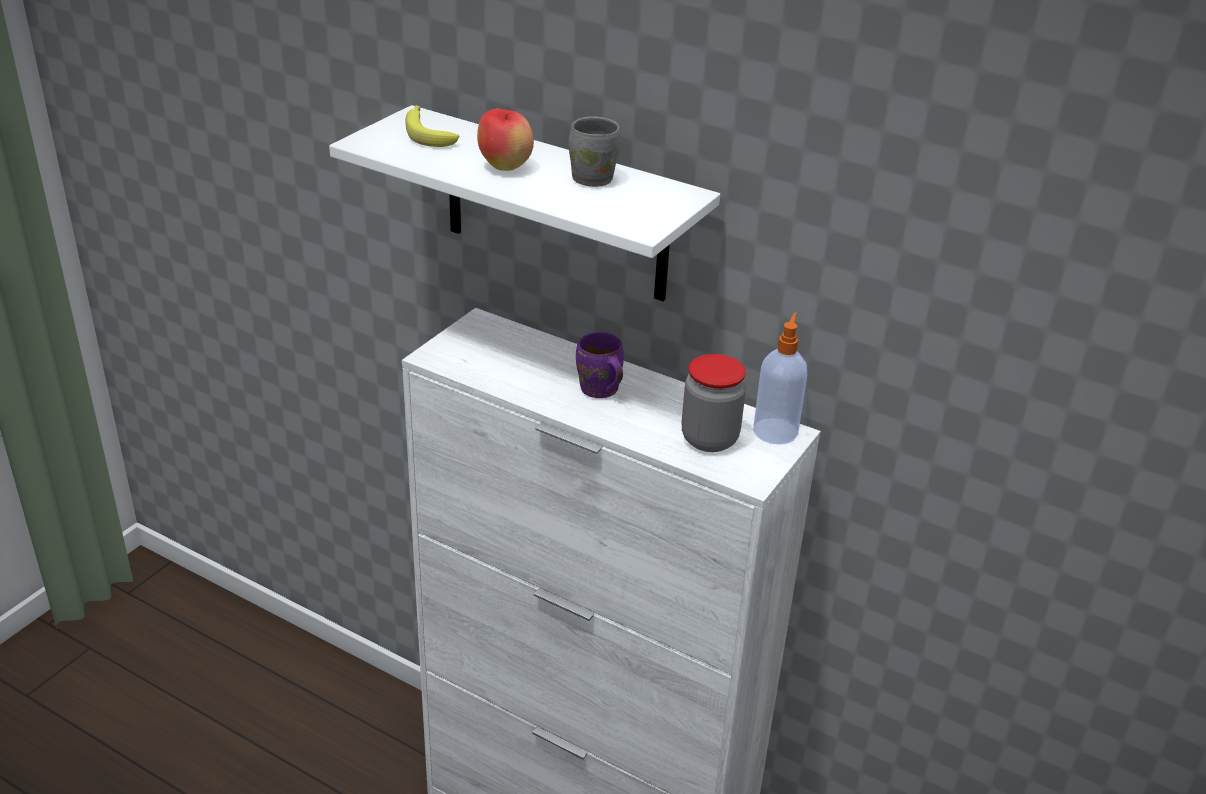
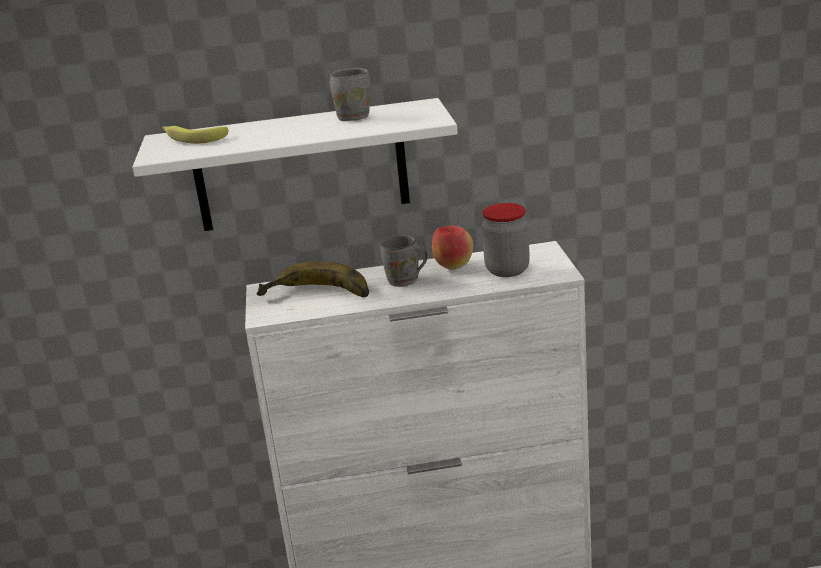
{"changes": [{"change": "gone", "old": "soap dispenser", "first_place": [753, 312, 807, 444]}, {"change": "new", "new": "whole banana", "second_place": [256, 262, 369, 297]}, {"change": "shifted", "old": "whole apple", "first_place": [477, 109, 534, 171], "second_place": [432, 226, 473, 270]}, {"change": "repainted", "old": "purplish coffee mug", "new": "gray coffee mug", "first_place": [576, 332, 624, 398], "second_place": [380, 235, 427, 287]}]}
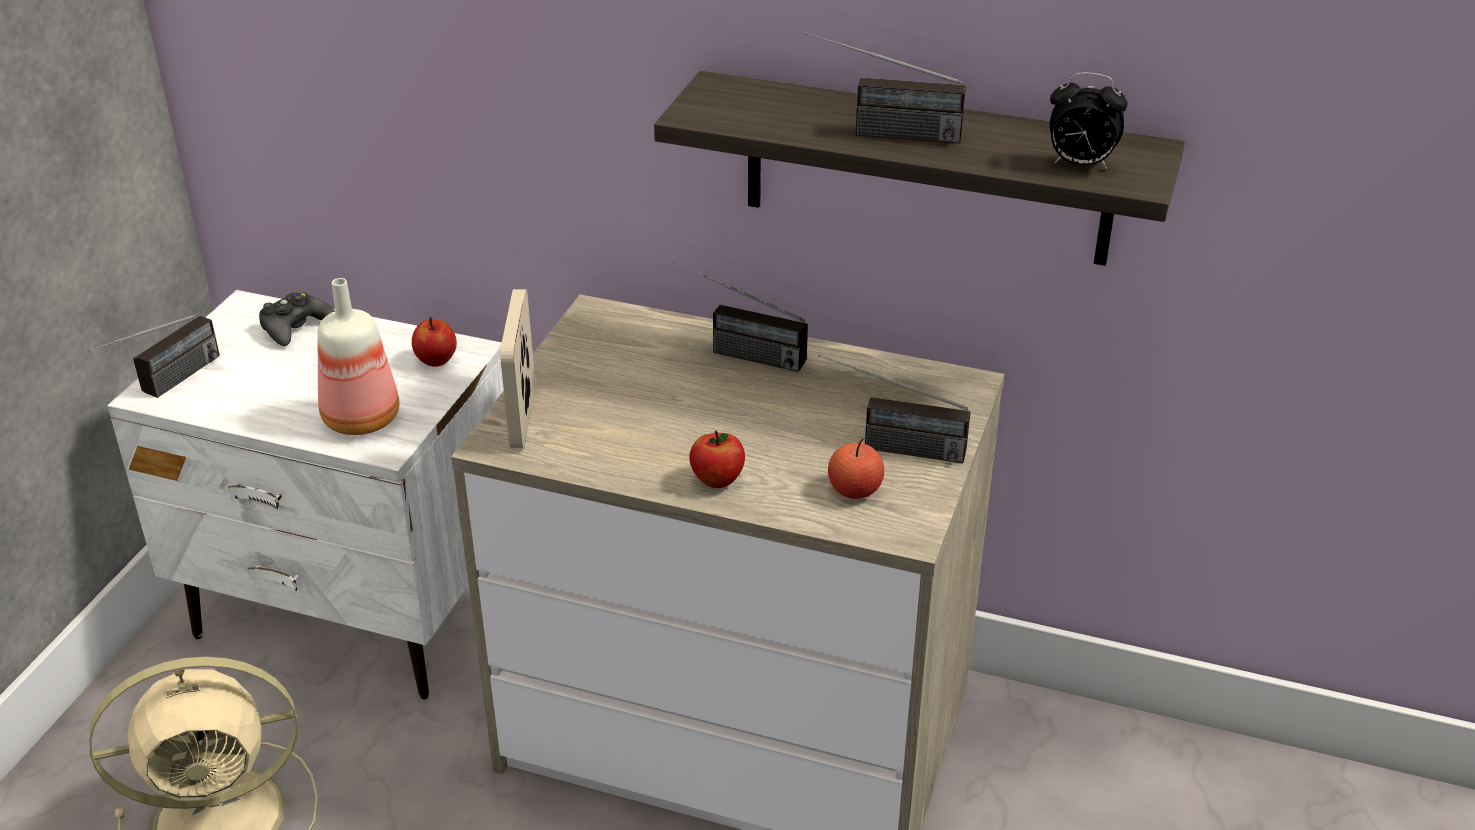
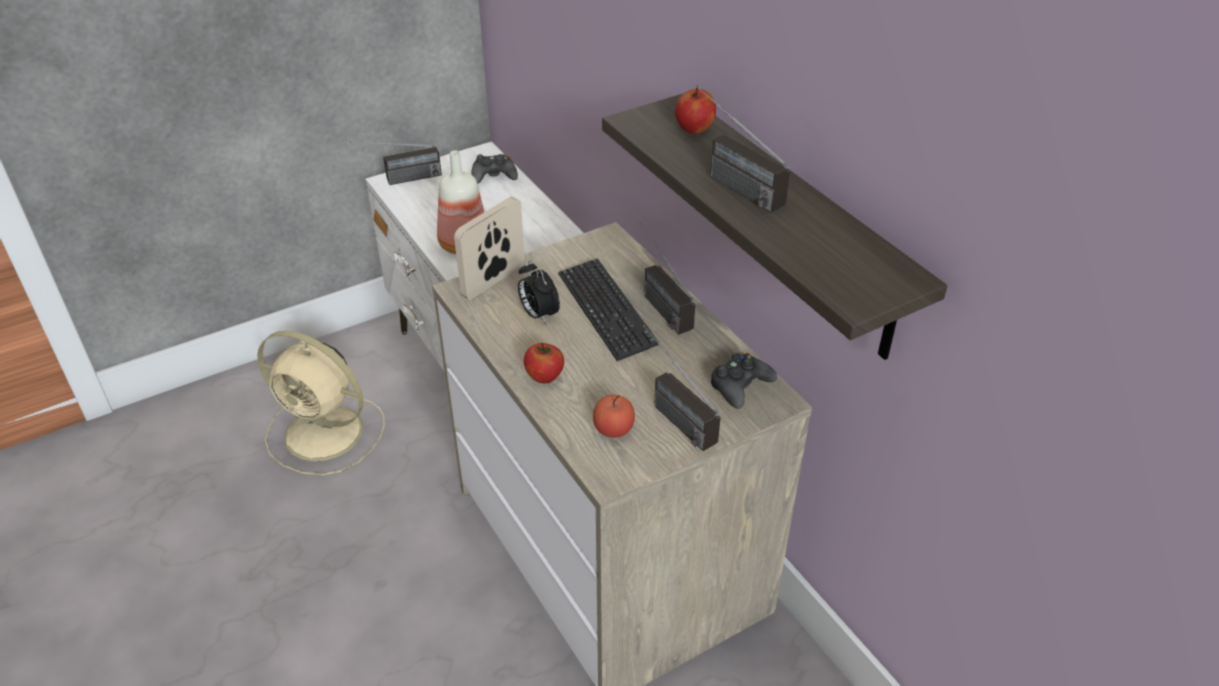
{"changes": [{"change": "new", "new": "PC keyboard", "second_place": [558, 258, 659, 361]}, {"change": "new", "new": "blackish joypad", "second_place": [710, 352, 777, 409]}, {"change": "shifted", "old": "whole apple", "first_place": [412, 317, 457, 367], "second_place": [675, 85, 716, 134]}, {"change": "shifted", "old": "table clock", "first_place": [1050, 72, 1128, 169], "second_place": [518, 260, 560, 324]}]}
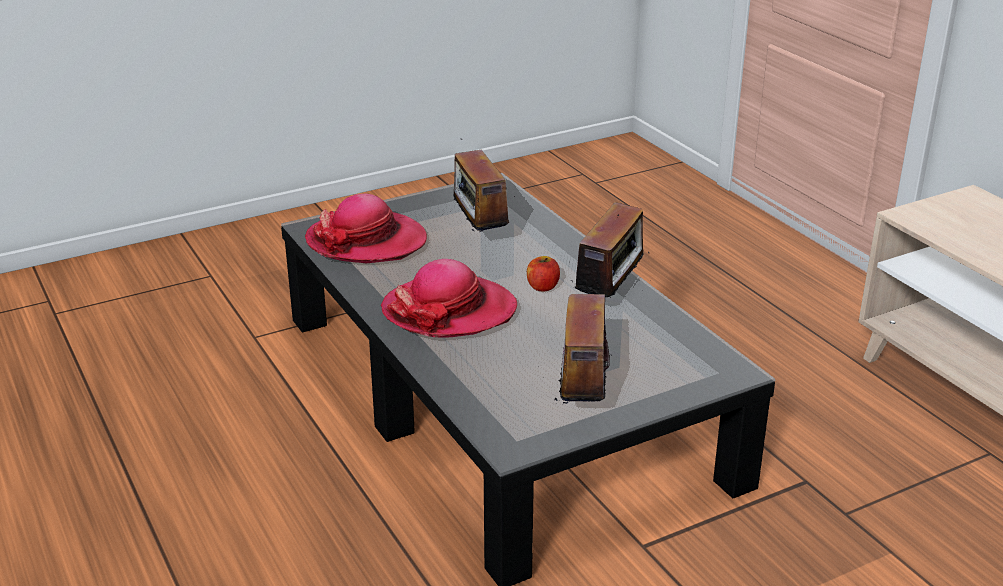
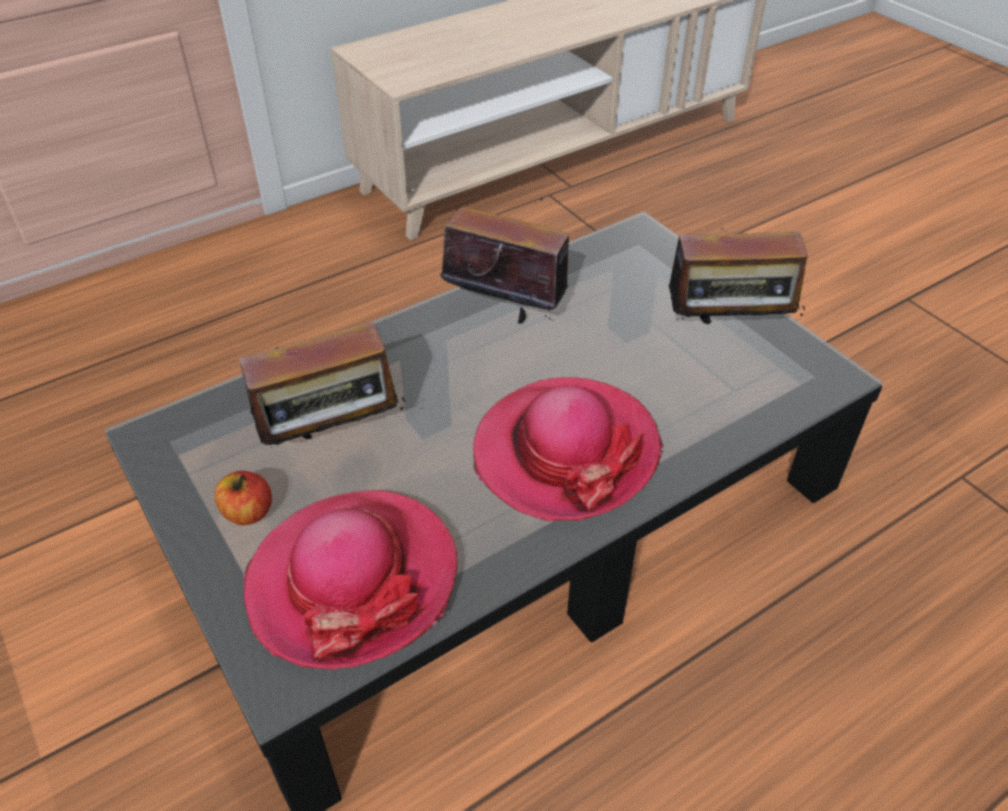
{"changes": [{"change": "shifted", "old": "whole apple", "first_place": [527, 256, 560, 291], "second_place": [214, 471, 272, 525]}]}
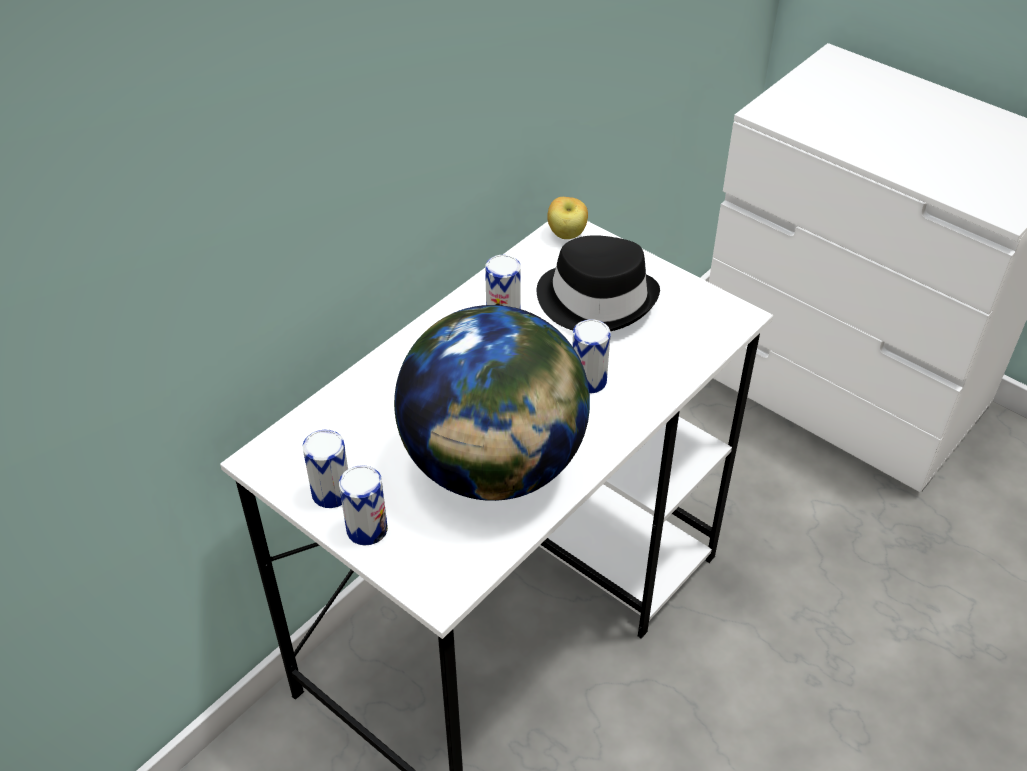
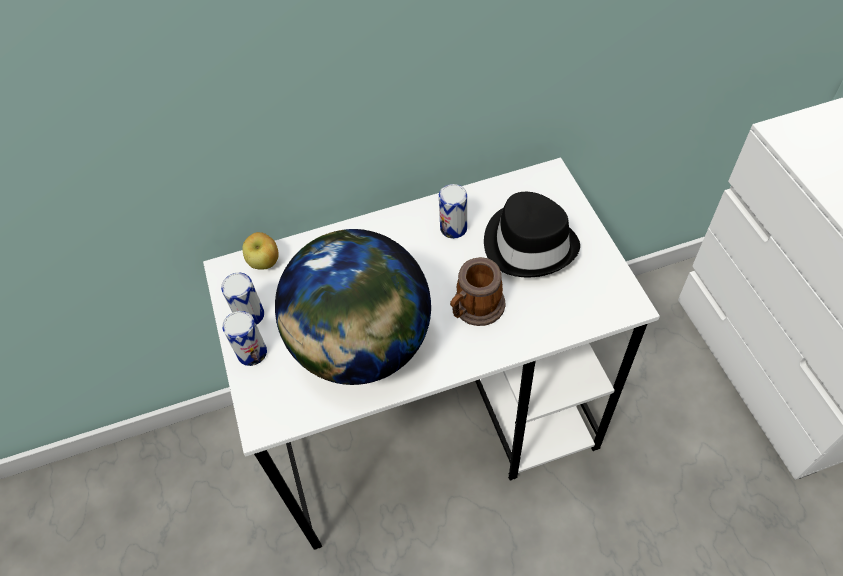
{"changes": [{"change": "shifted", "old": "whole apple", "first_place": [547, 197, 588, 239], "second_place": [242, 232, 279, 269]}, {"change": "swapped", "old": "sealed can", "new": "coffee mug", "first_place": [572, 319, 611, 394], "second_place": [450, 257, 505, 326]}]}
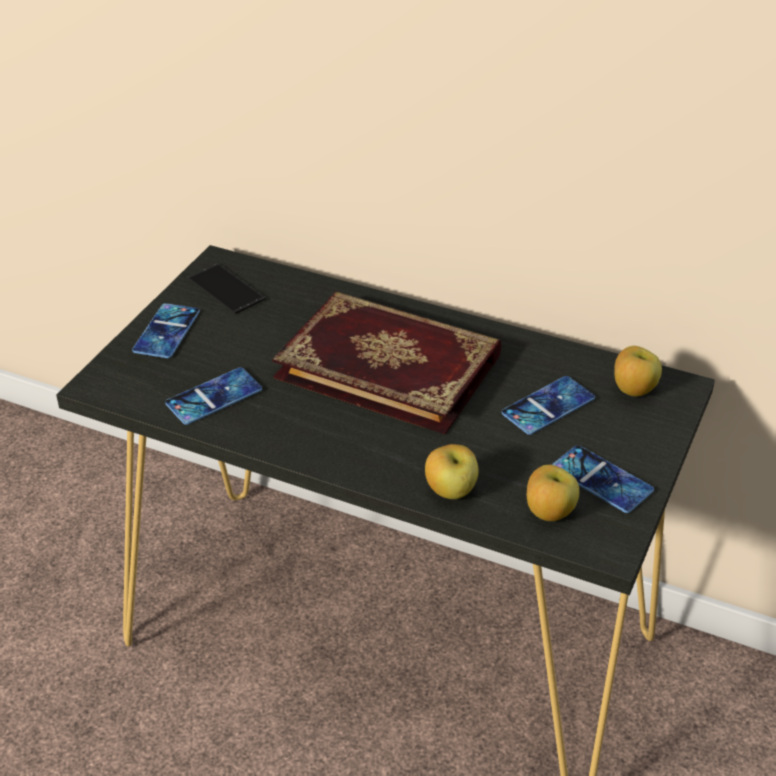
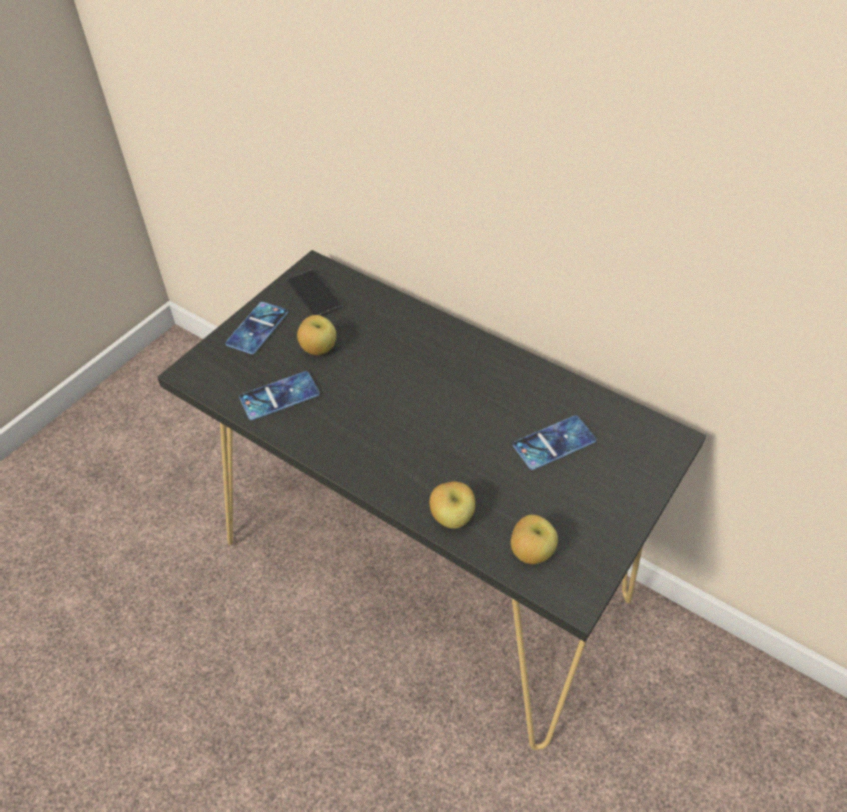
{"changes": [{"change": "gone", "old": "volume", "first_place": [272, 292, 501, 435]}, {"change": "gone", "old": "telephone", "first_place": [552, 445, 654, 513]}, {"change": "shifted", "old": "whole apple", "first_place": [614, 346, 662, 396], "second_place": [297, 315, 336, 355]}]}
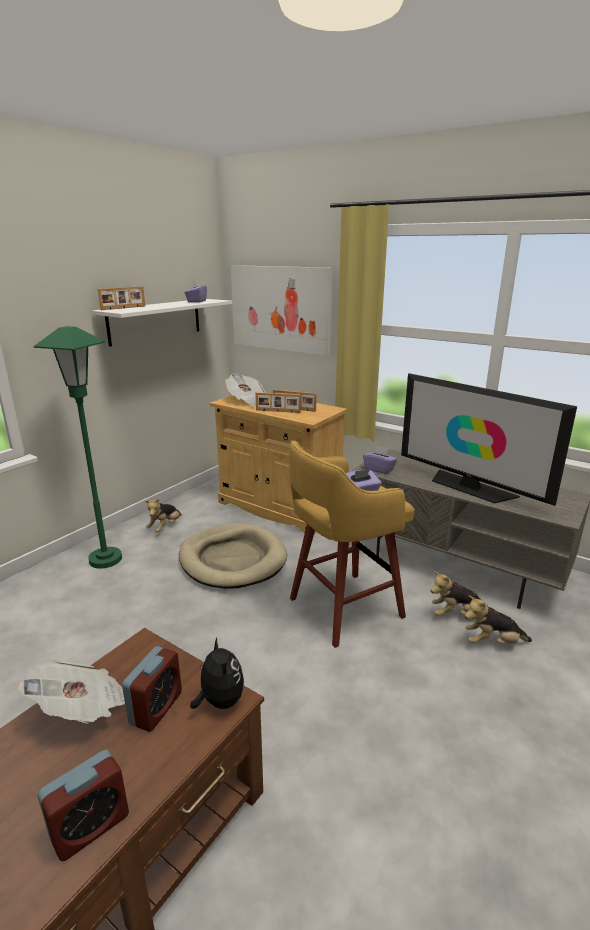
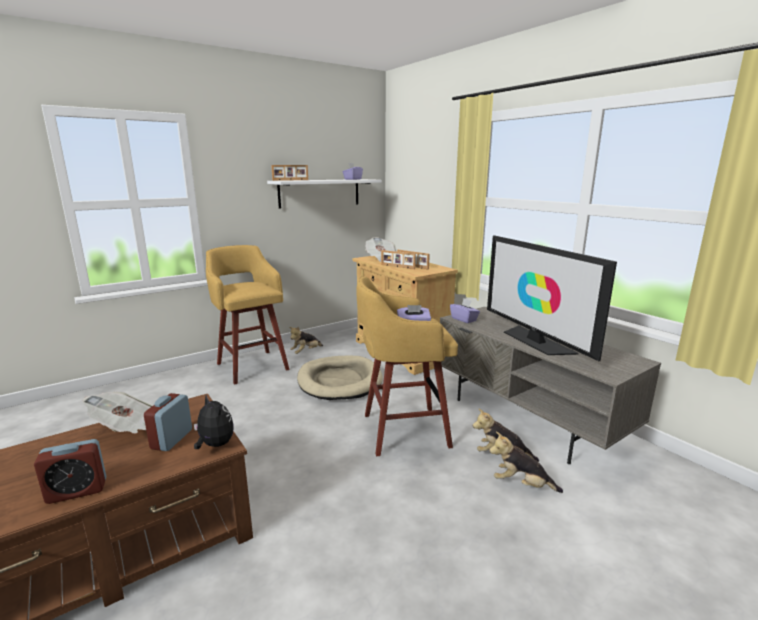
{"changes": [{"change": "gone", "old": "wall art", "first_place": [231, 265, 333, 356]}, {"change": "swapped", "old": "green-coloured standard lamp", "new": "yellow sitting stool", "first_place": [34, 326, 122, 569], "second_place": [206, 245, 290, 385]}, {"change": "rotated", "old": "table clock", "first_place": [122, 646, 182, 732], "second_place": [144, 393, 192, 451], "degrees": 150}, {"change": "rotated", "old": "cuddly toy", "first_place": [190, 637, 244, 709], "second_place": [194, 395, 234, 449], "degrees": -45}]}
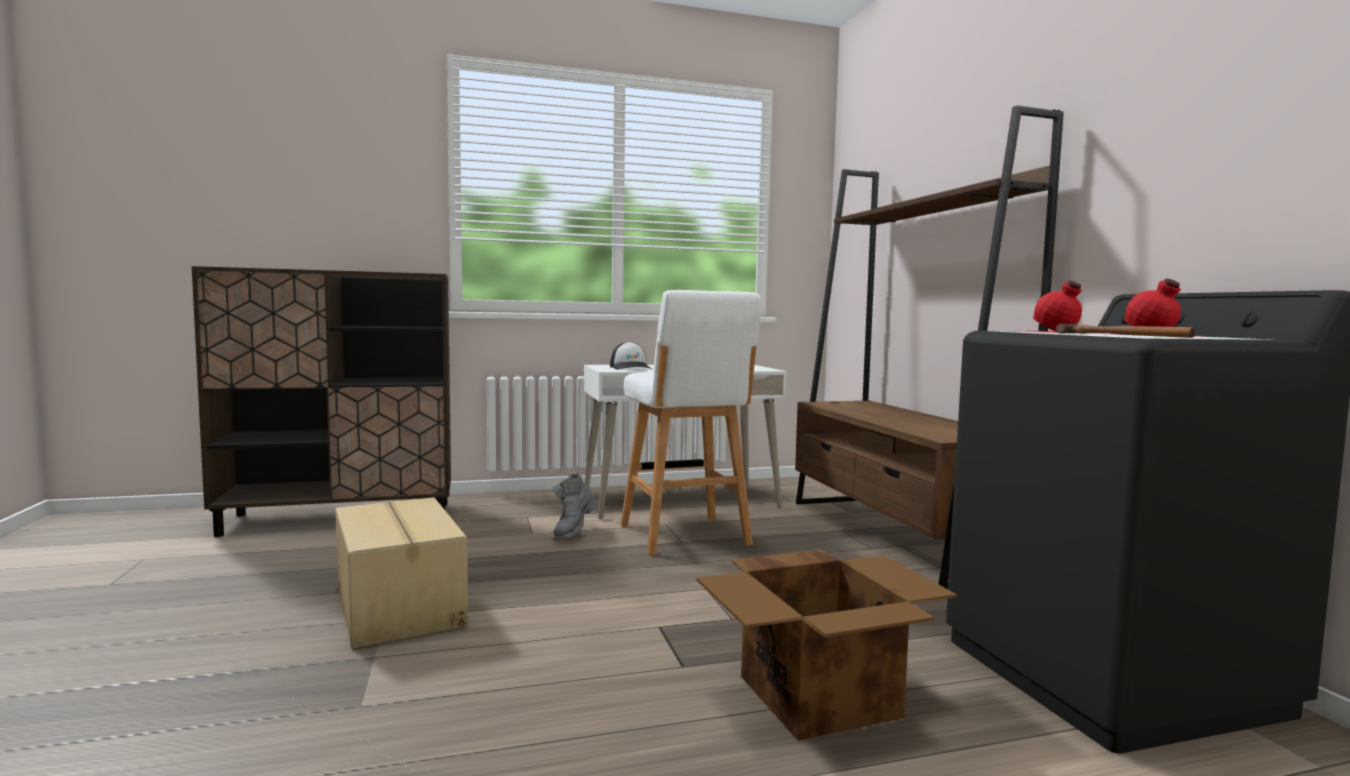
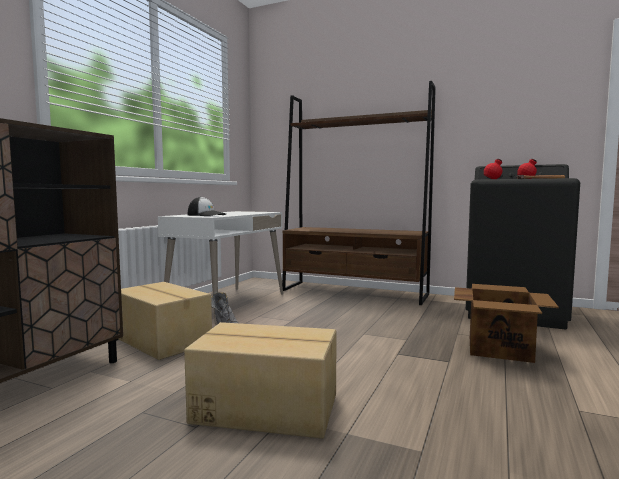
{"changes": [{"change": "gone", "old": "white sitting stool", "first_place": [620, 290, 761, 555]}, {"change": "new", "new": "cardboard box", "second_place": [118, 282, 212, 360]}]}
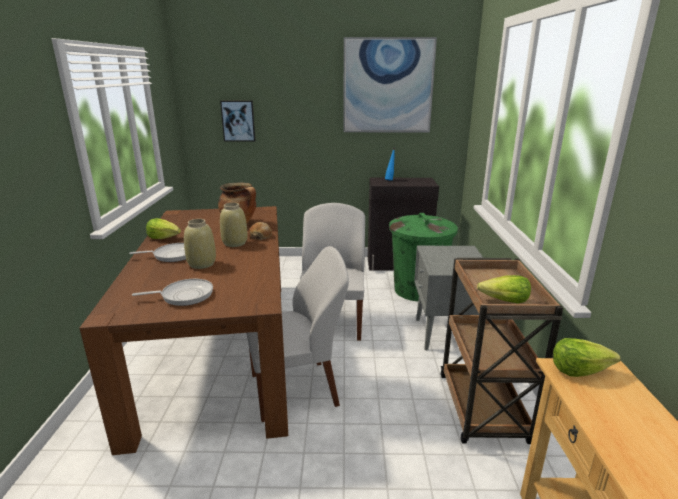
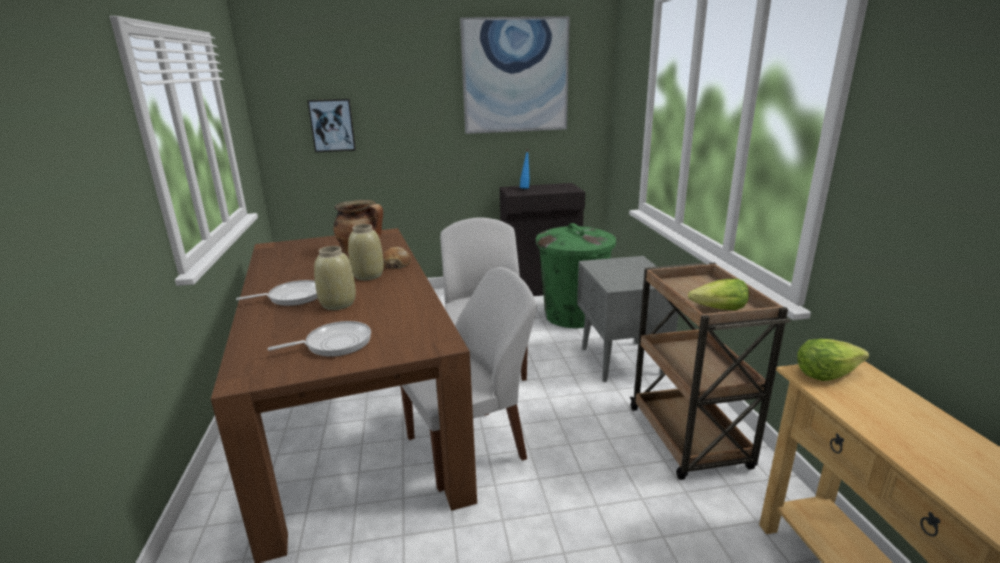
{"changes": [{"change": "gone", "old": "lettuce", "first_place": [146, 218, 181, 239]}]}
